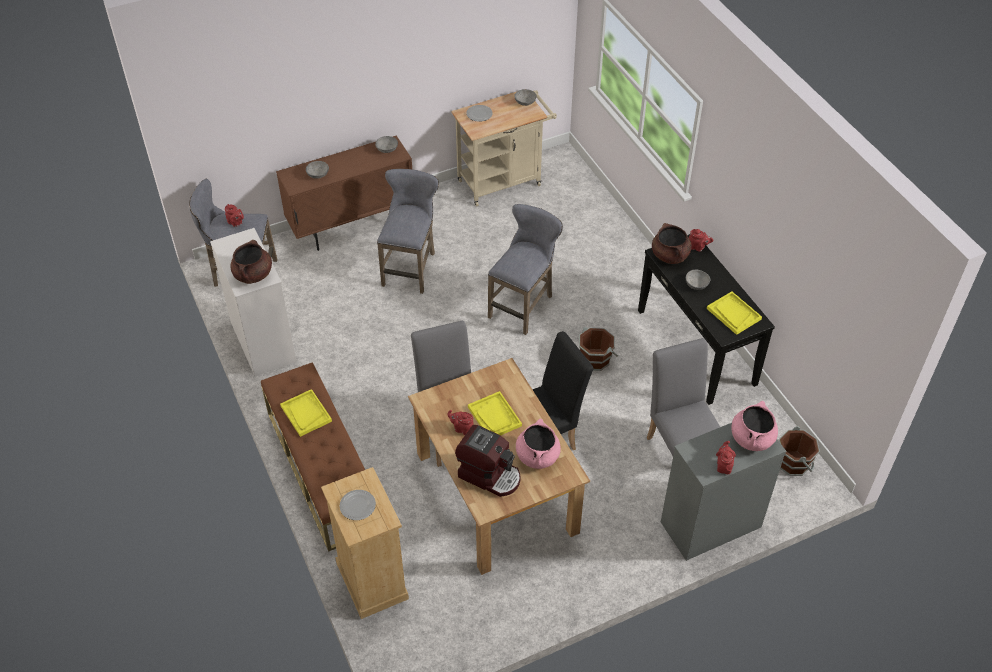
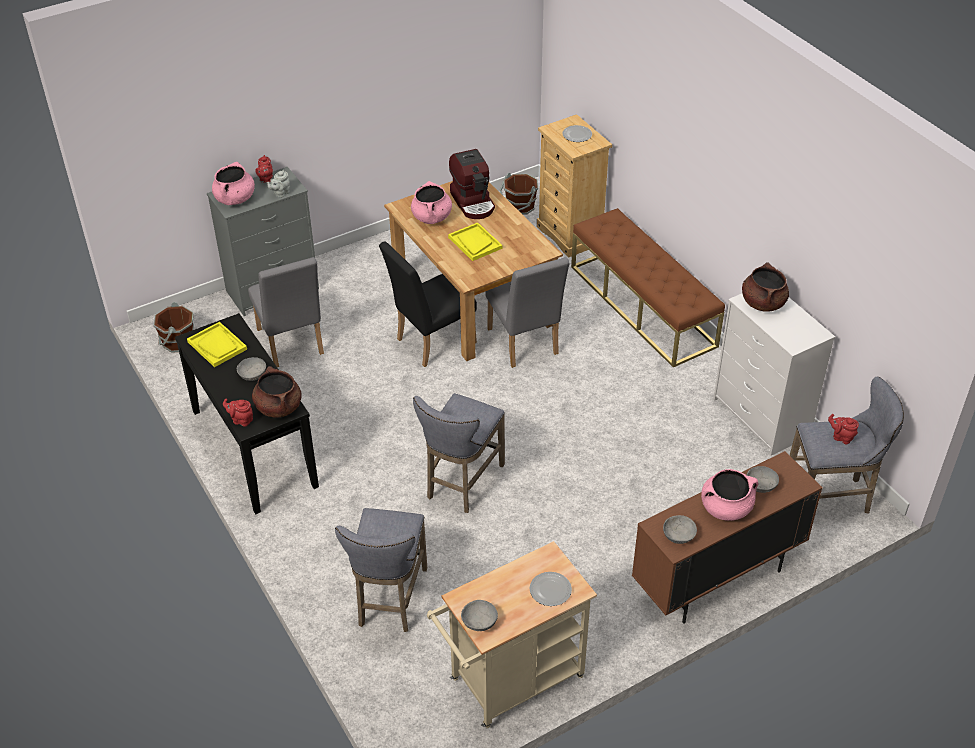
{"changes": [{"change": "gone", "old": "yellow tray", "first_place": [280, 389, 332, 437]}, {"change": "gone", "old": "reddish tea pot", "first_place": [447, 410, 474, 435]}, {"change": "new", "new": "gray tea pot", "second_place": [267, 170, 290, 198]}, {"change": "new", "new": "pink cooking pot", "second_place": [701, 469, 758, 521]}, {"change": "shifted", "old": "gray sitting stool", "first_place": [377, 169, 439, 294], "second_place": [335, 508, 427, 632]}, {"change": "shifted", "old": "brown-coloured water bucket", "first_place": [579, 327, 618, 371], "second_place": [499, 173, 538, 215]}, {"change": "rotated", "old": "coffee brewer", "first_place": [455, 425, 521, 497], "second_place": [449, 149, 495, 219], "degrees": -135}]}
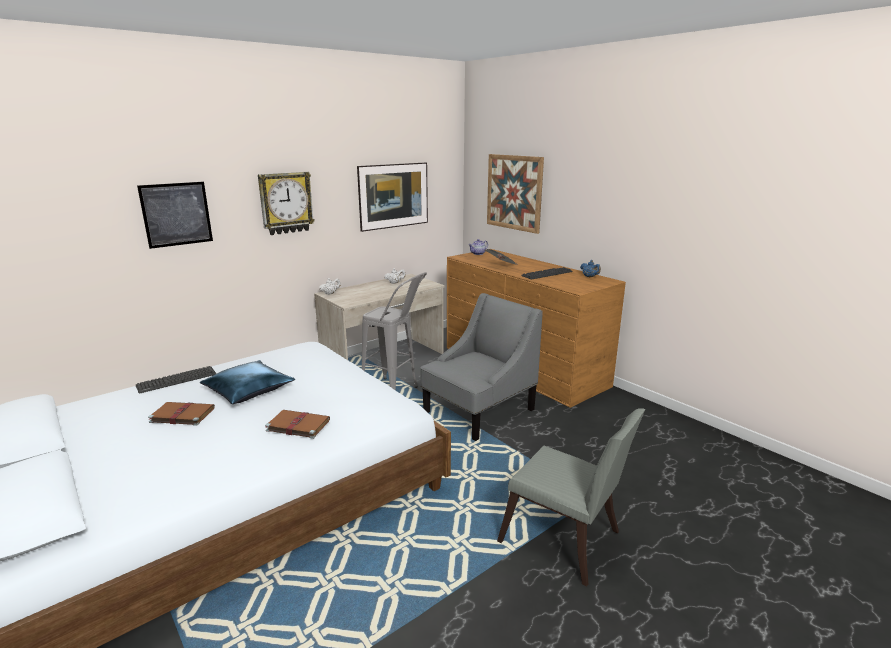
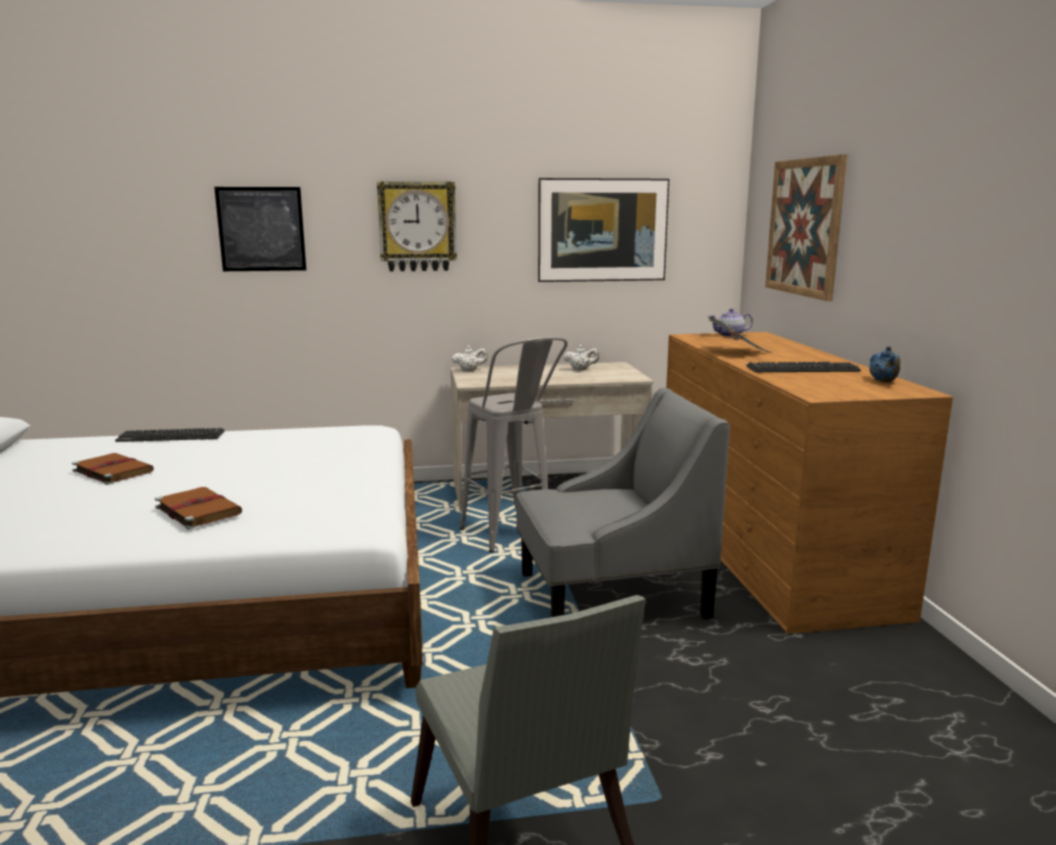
{"changes": [{"change": "gone", "old": "blue pillow", "first_place": [200, 360, 295, 404]}]}
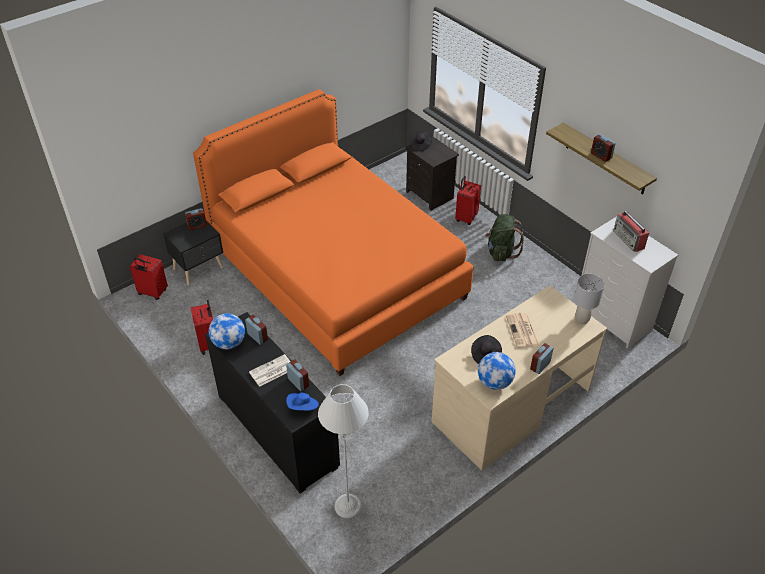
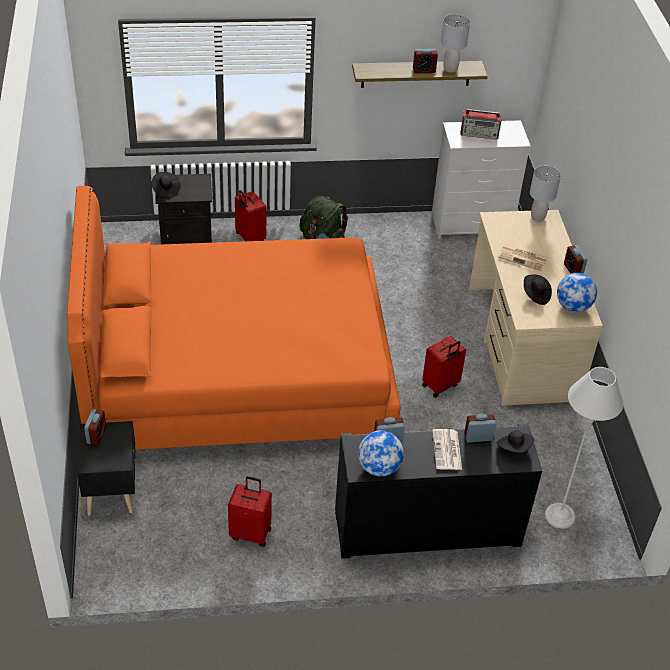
{"changes": [{"change": "new", "new": "gray table lamp", "second_place": [441, 14, 470, 73]}, {"change": "shifted", "old": "reddish suitcase", "first_place": [130, 254, 168, 300], "second_place": [422, 336, 466, 398]}, {"change": "repainted", "old": "blue wearable hat", "new": "blackish wearable hat", "first_place": [286, 393, 319, 411], "second_place": [497, 430, 534, 453]}]}
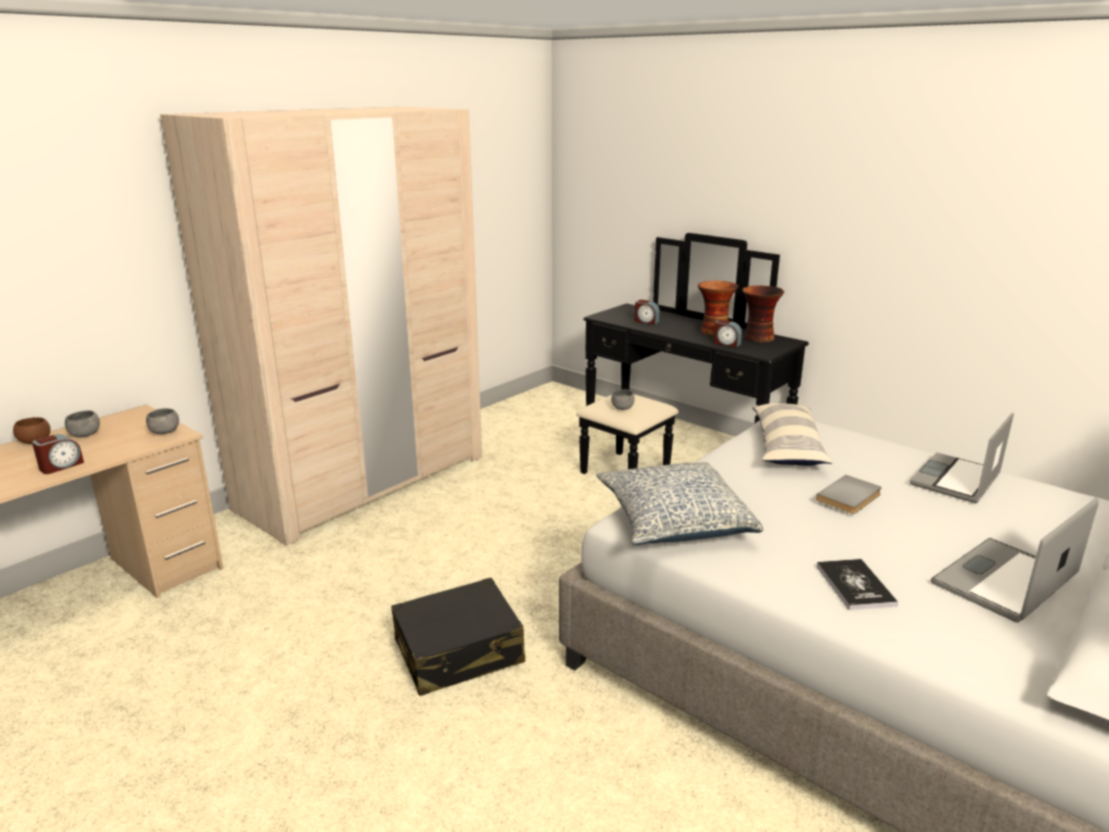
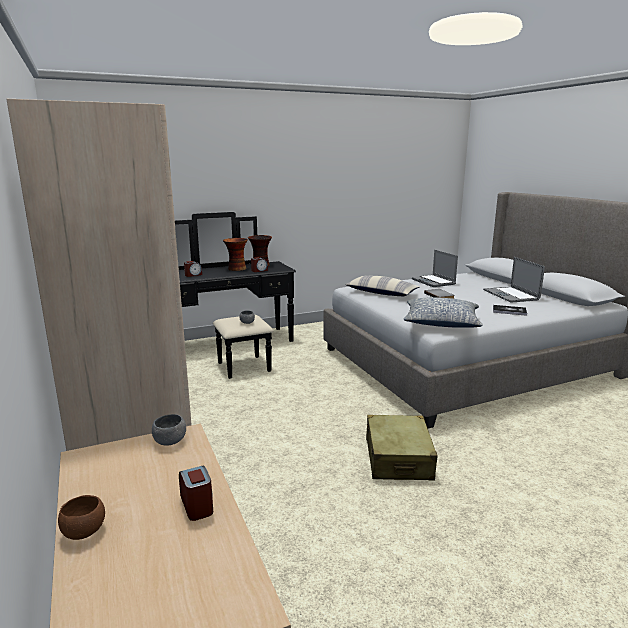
{"changes": [{"change": "gone", "old": "gray bowl", "first_place": [65, 410, 100, 437]}, {"change": "repainted", "old": "blackish suitcase", "new": "sand-coloured suitcase", "first_place": [391, 578, 525, 696], "second_place": [366, 415, 438, 481]}]}
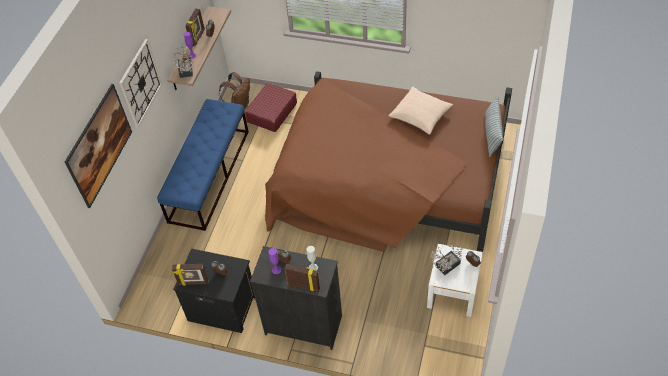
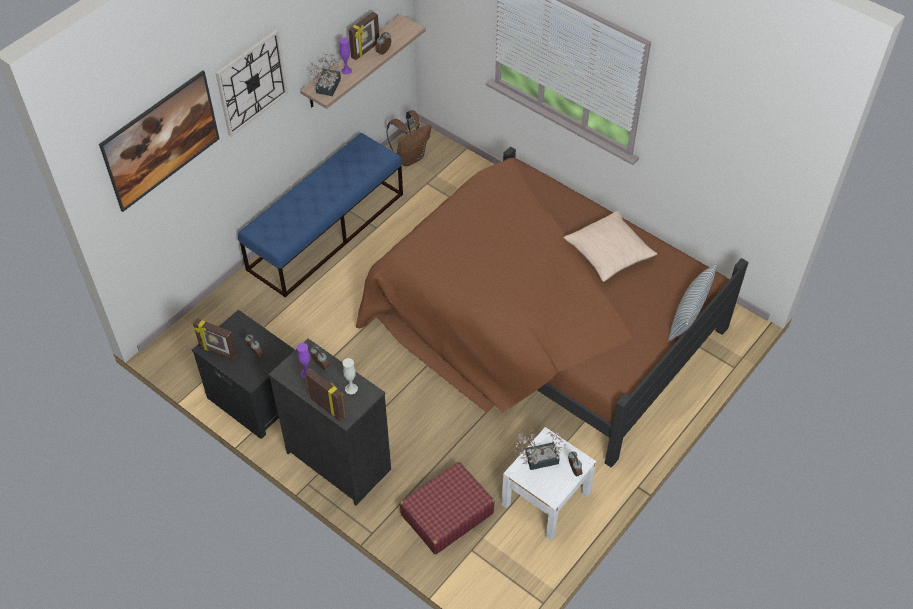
{"changes": [{"change": "shifted", "old": "reddish suitcase", "first_place": [245, 83, 297, 132], "second_place": [400, 462, 495, 554]}]}
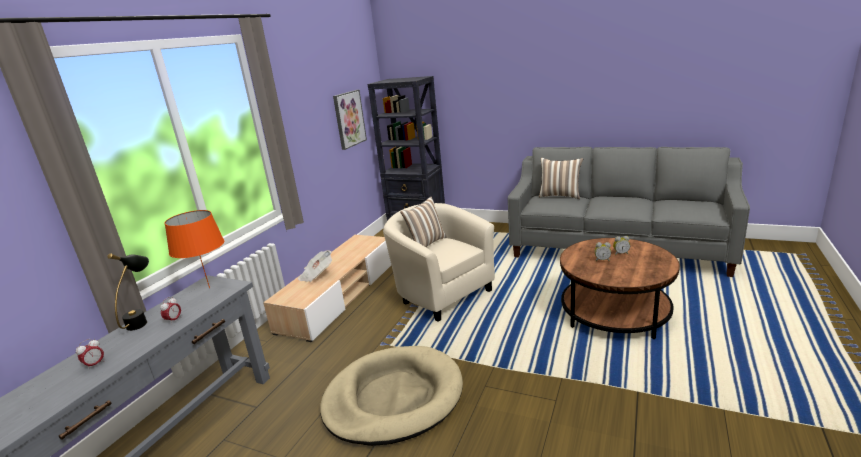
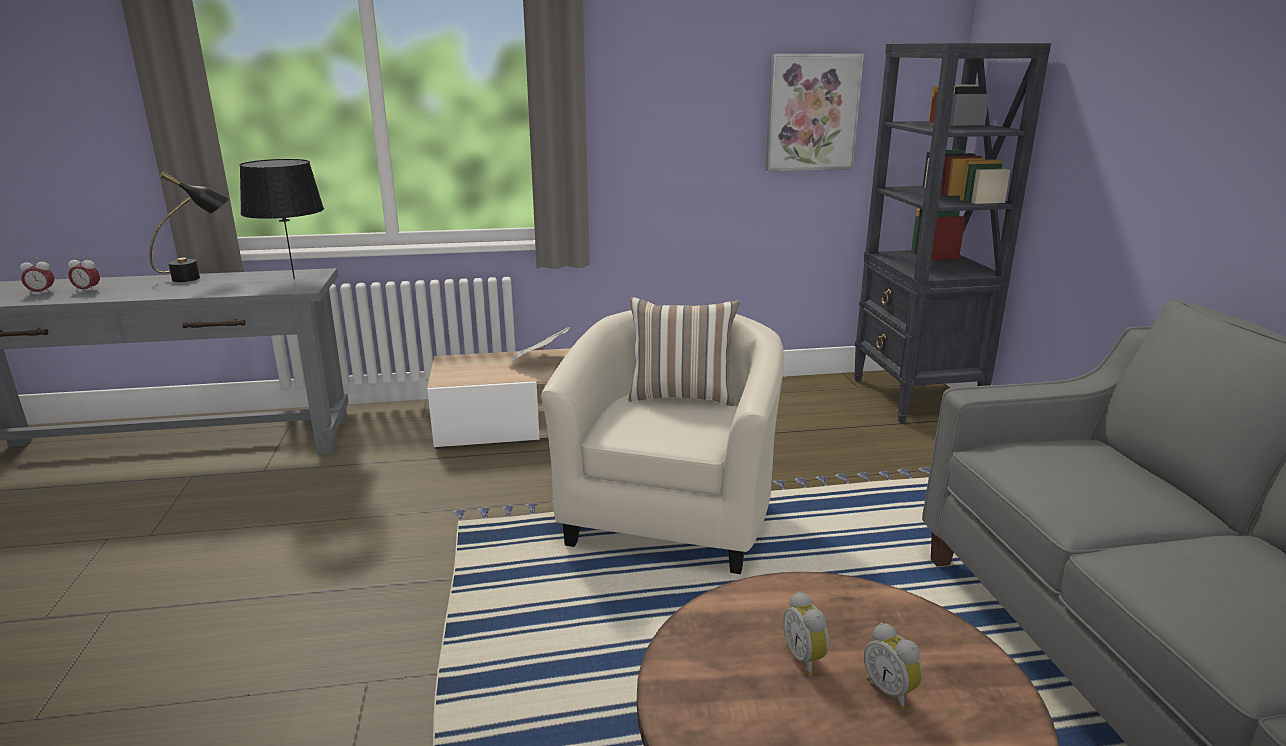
{"changes": [{"change": "gone", "old": "sand-coloured pet bed", "first_place": [320, 346, 463, 446]}, {"change": "gone", "old": "pillow", "first_place": [539, 158, 583, 199]}, {"change": "shifted", "old": "table clock", "first_place": [160, 297, 181, 324], "second_place": [20, 258, 54, 295]}, {"change": "repainted", "old": "orange table lamp", "new": "blackish table lamp", "first_place": [165, 210, 224, 288], "second_place": [239, 159, 324, 279]}]}
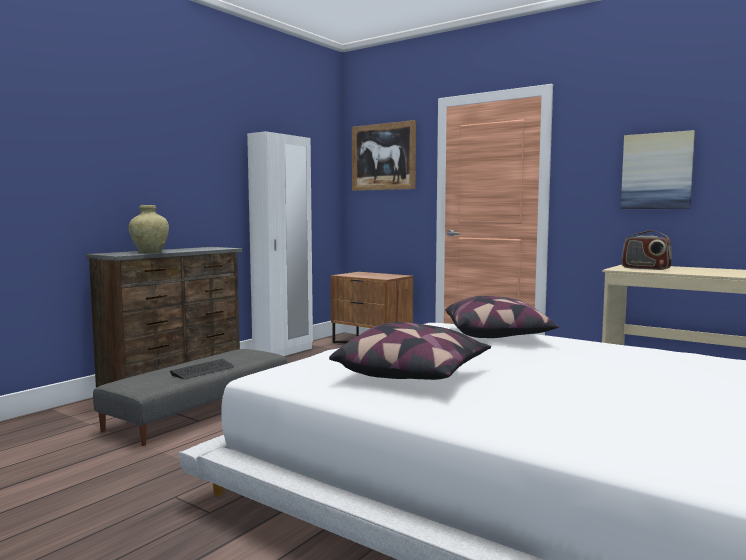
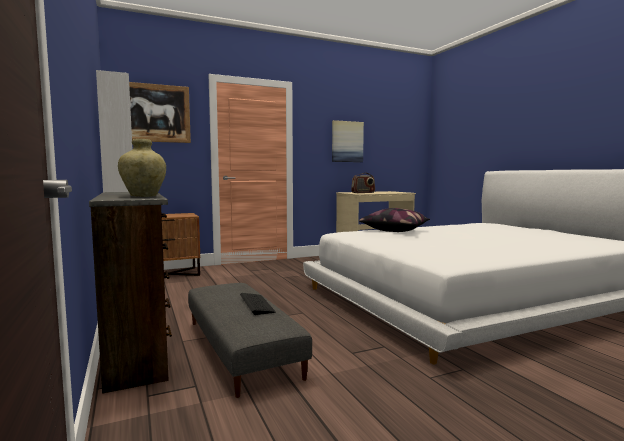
{"changes": [{"change": "gone", "old": "pillow", "first_place": [329, 322, 491, 380]}]}
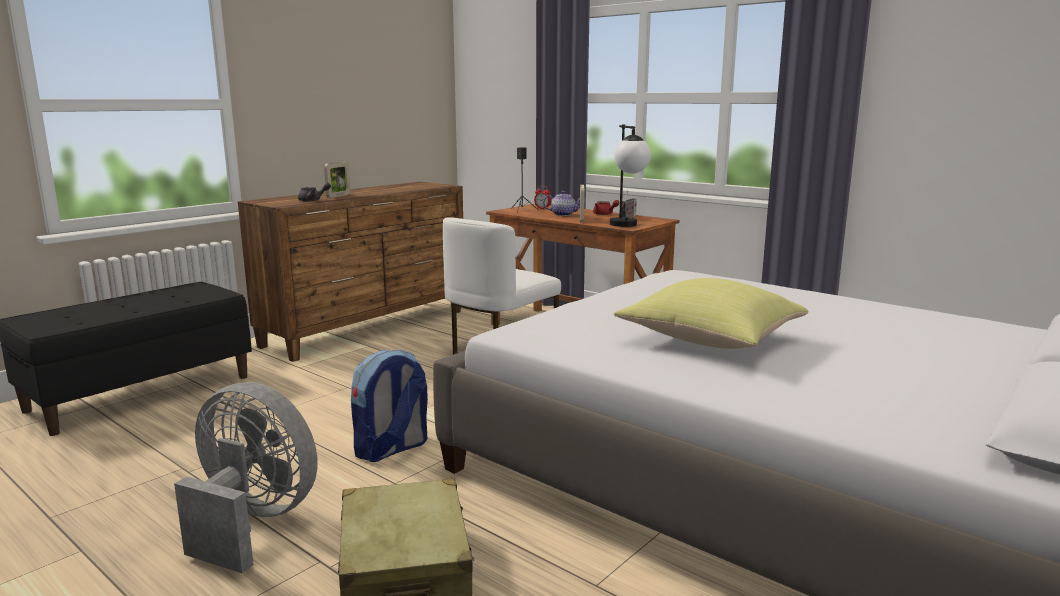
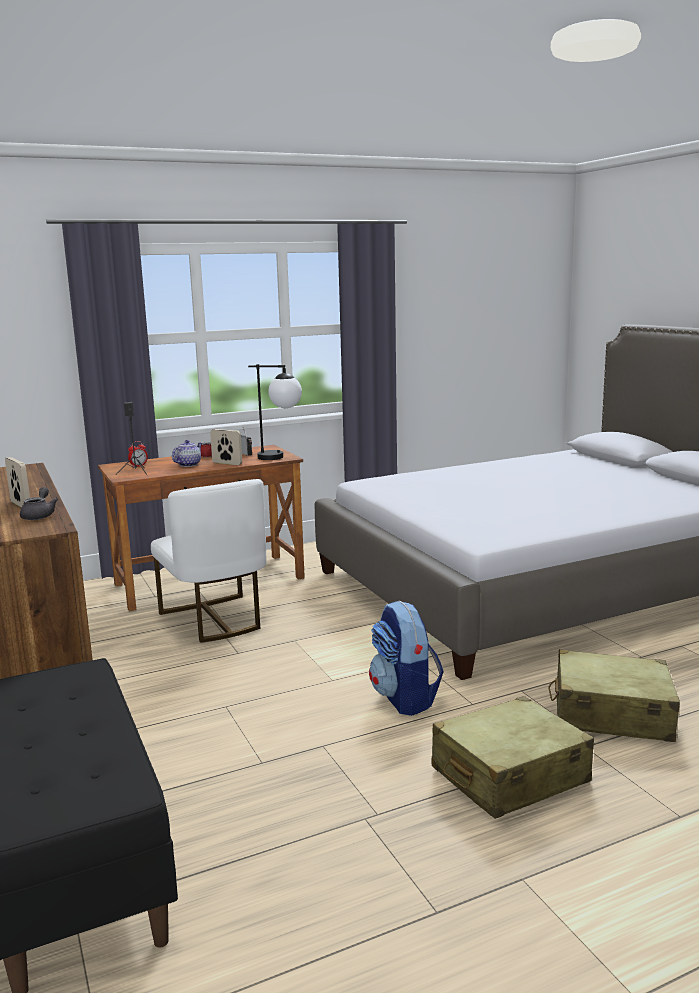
{"changes": [{"change": "gone", "old": "yellow pillow", "first_place": [614, 278, 809, 349]}, {"change": "swapped", "old": "gray electric fan", "new": "sand-coloured suitcase", "first_place": [174, 382, 317, 573], "second_place": [432, 696, 594, 819]}]}
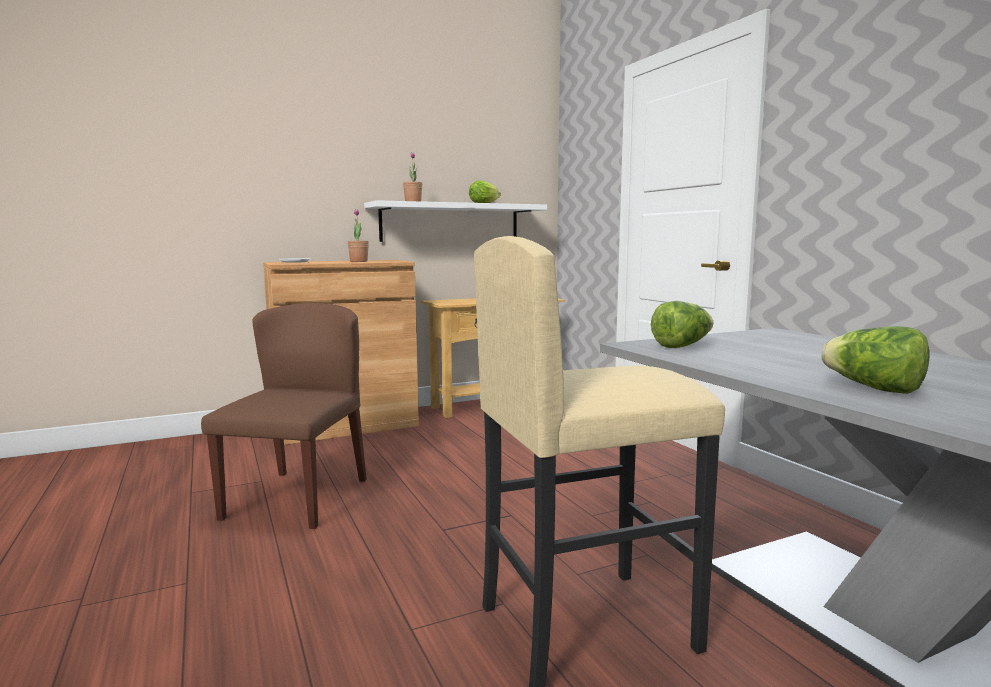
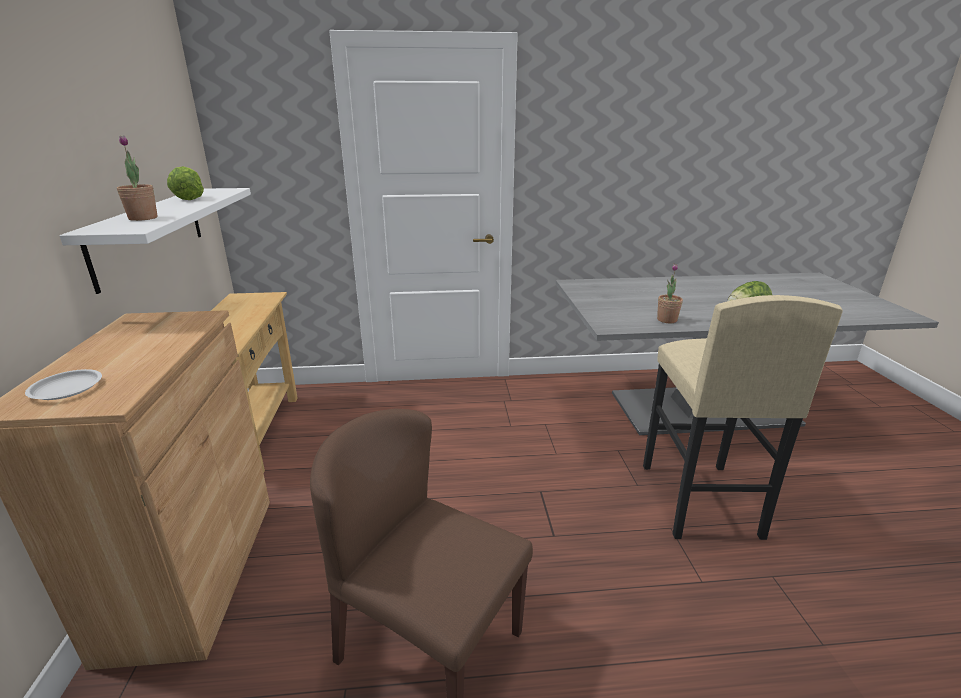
{"changes": [{"change": "gone", "old": "lettuce", "first_place": [651, 301, 713, 348]}, {"change": "shifted", "old": "plant in a pot", "first_place": [348, 209, 369, 262], "second_place": [657, 264, 683, 323]}]}
